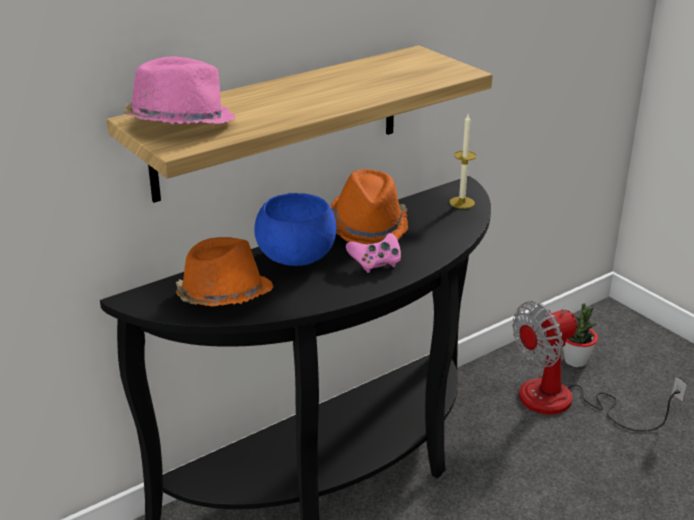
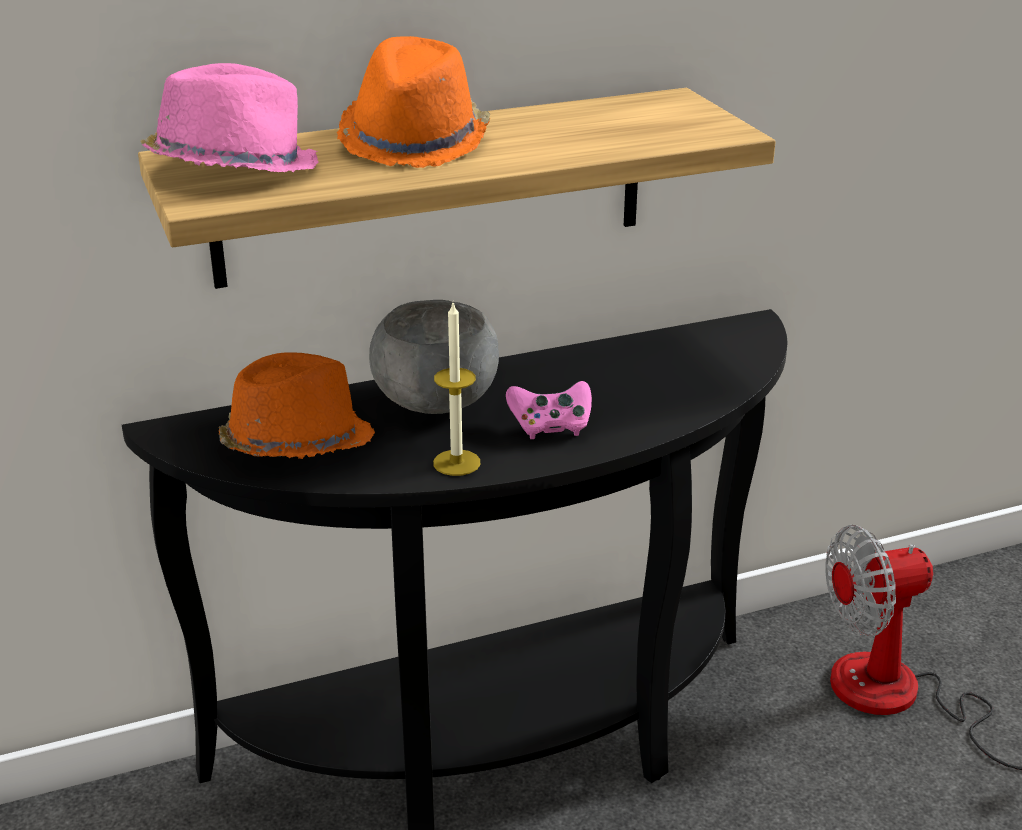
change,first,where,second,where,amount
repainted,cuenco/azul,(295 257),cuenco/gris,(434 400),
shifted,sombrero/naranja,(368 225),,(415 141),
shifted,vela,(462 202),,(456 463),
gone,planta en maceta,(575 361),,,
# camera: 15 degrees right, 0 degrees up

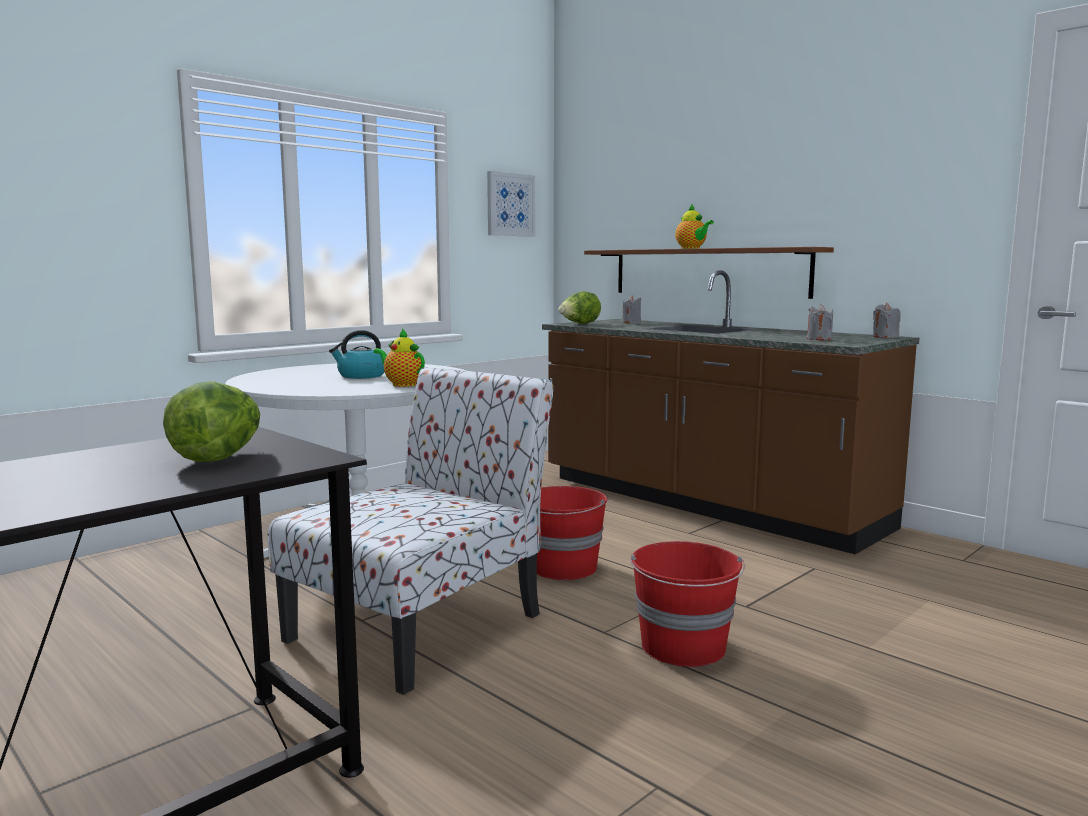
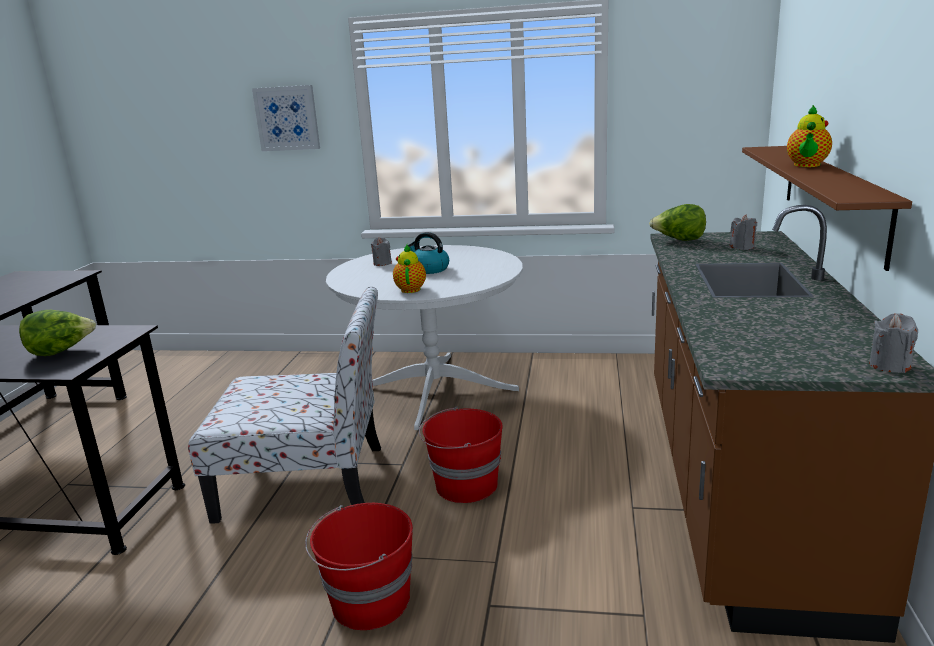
change,first,where,second,where,amount
shifted,cuadro,(510 205),,(287 118),
shifted,vela/gris,(819 339),,(382 263),
# camera: 55 degrees right, 10 degrees up

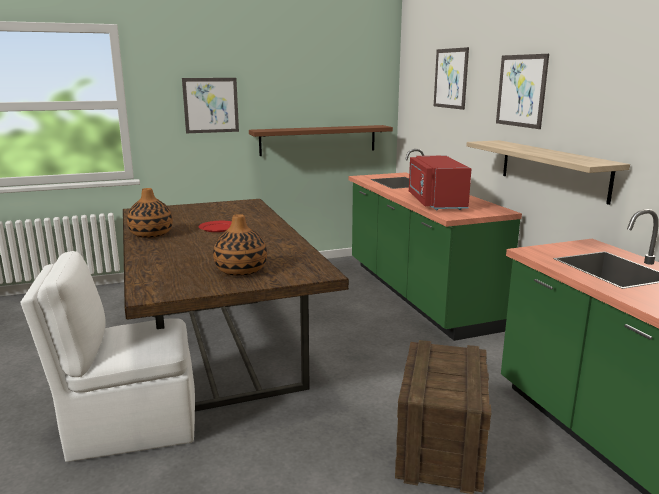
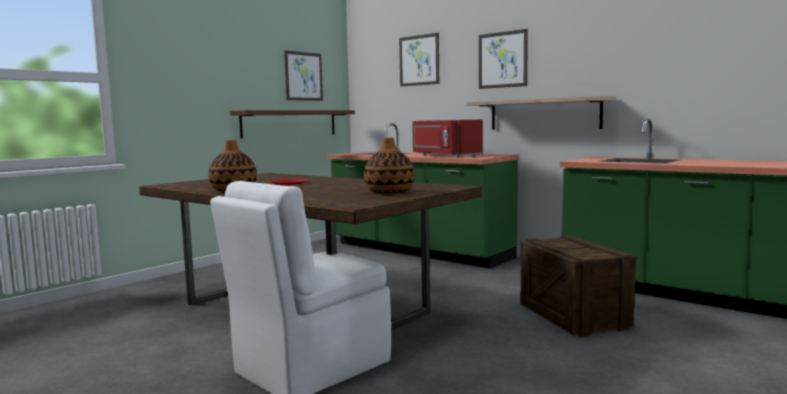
change,first,where,second,where,amount
shifted,cuadro,(211 105),,(303 76),
# camera: 30 degrees left, 10 degrees down

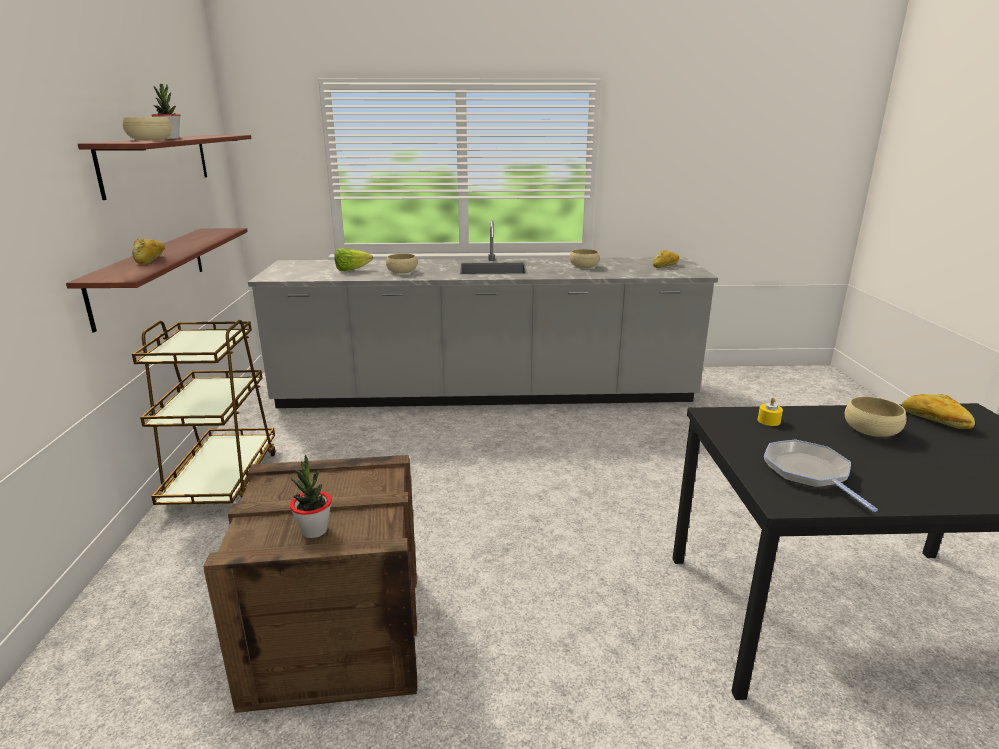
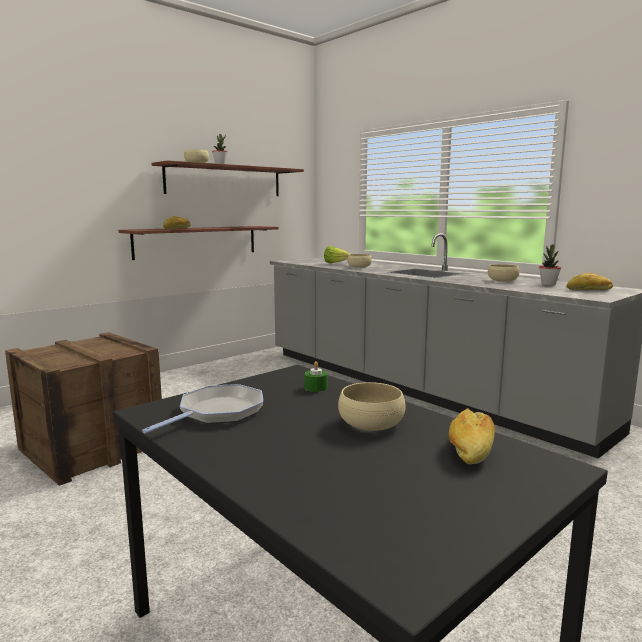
change,first,where,second,where,amount
gone,carrito/marrón,(223 479),,,
shifted,planta en maceta,(314 530),,(548 284),
repainted,vela/amarillo,(769 421),vela/verde,(316 387),
# camera: 50 degrees right, 10 degrees down

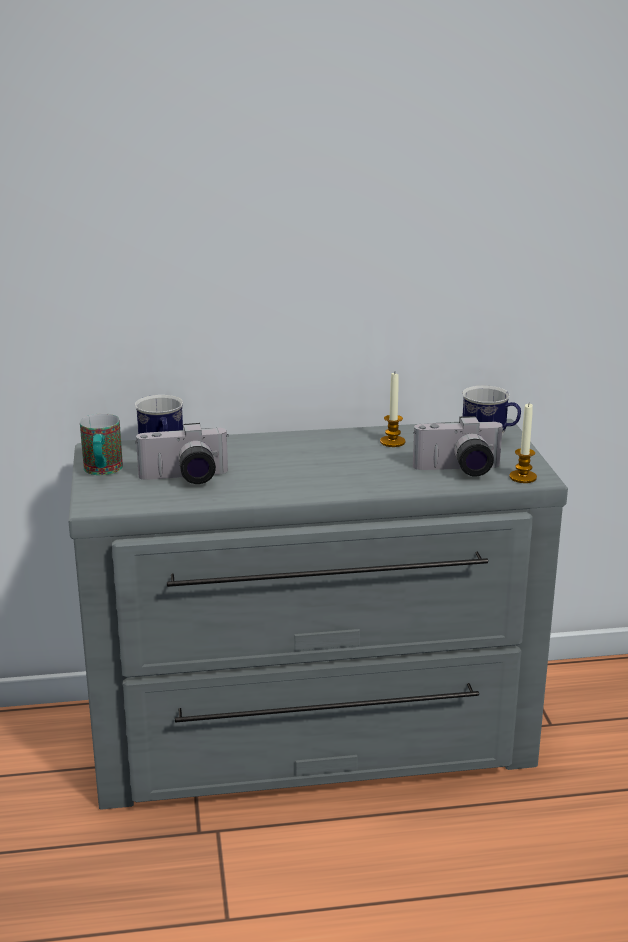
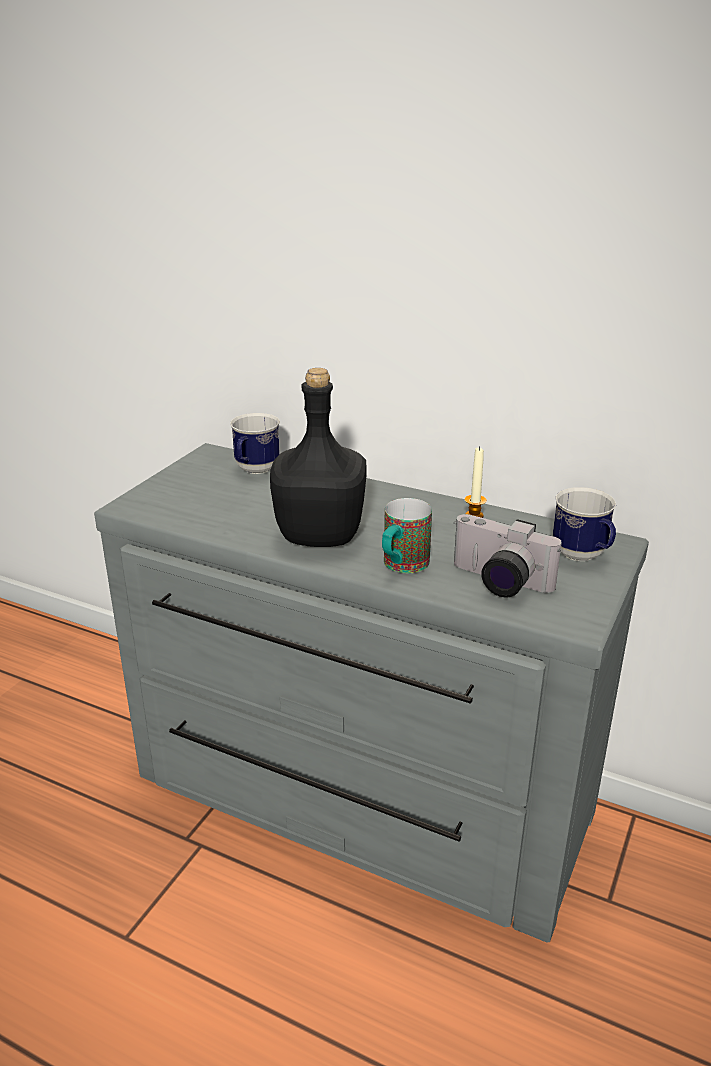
change,first,where,second,where,amount
shifted,taza grande,(102 471),,(401 566),
gone,cámara,(184 479),,,
gone,vela,(523 477),,,
new,,,botella/negro,(320 536),
# camera: 35 degrees right, 5 degrees up

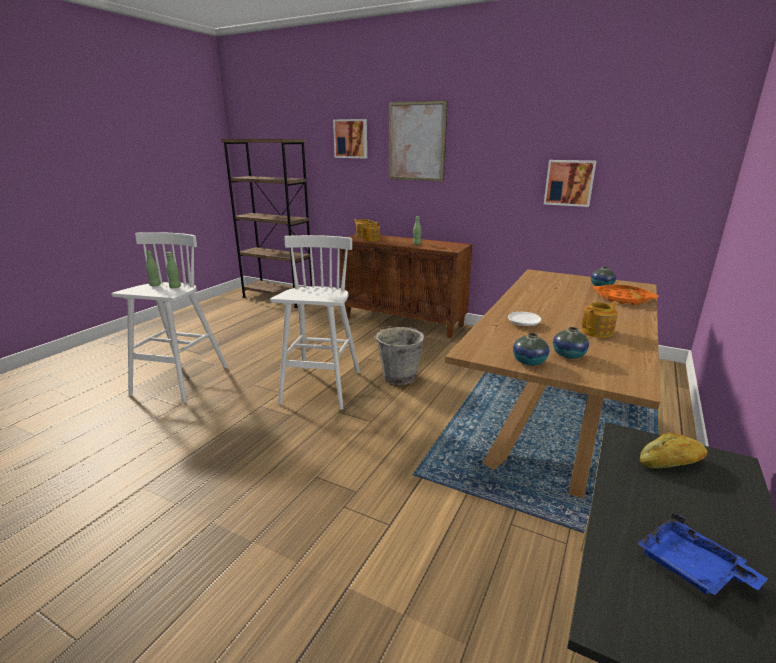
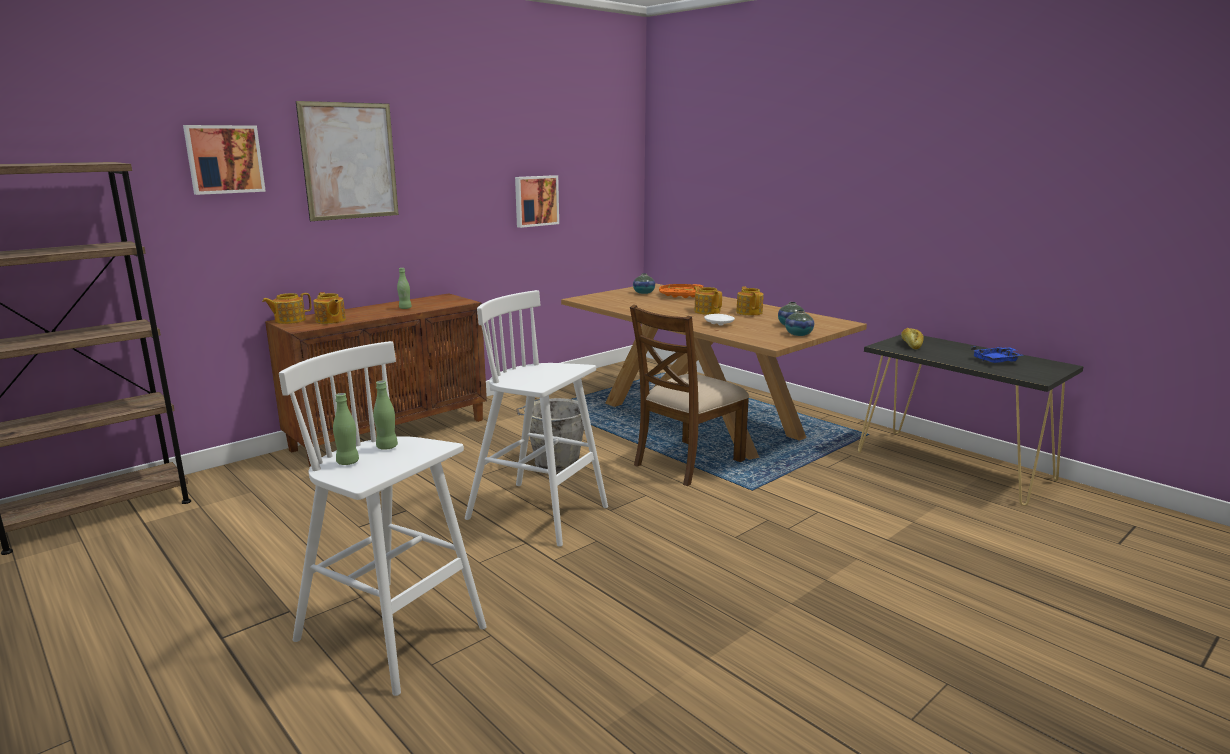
change,first,where,second,where,amount
new,,,silla/marrón,(687 462),
new,,,tetera,(707 311),
# camera: 70 degrees left, 5 degrees down

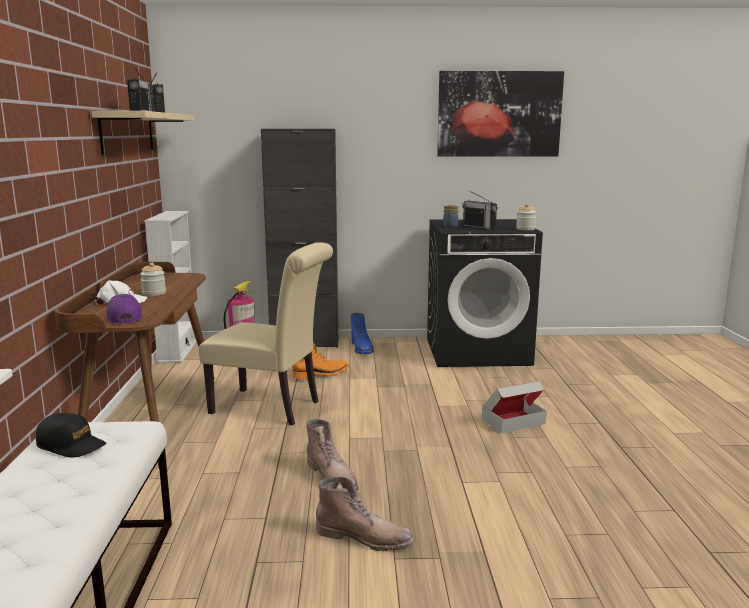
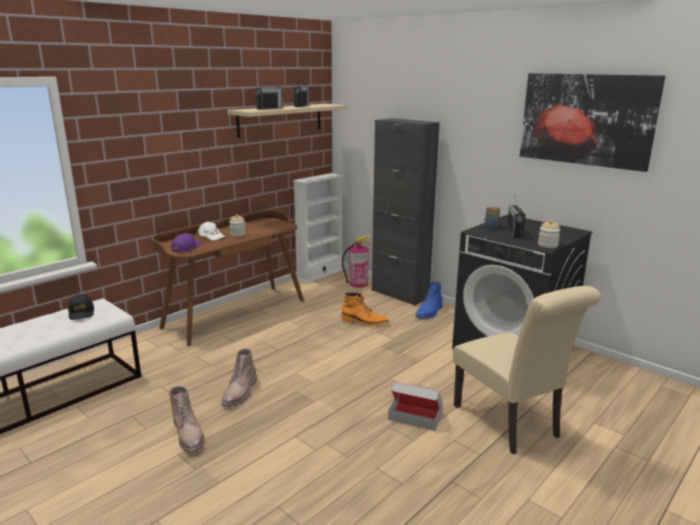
change,first,where,second,where,amount
shifted,silla/beis,(271 407),,(510 424),
# camera: 45 degrees right, 5 degrees up

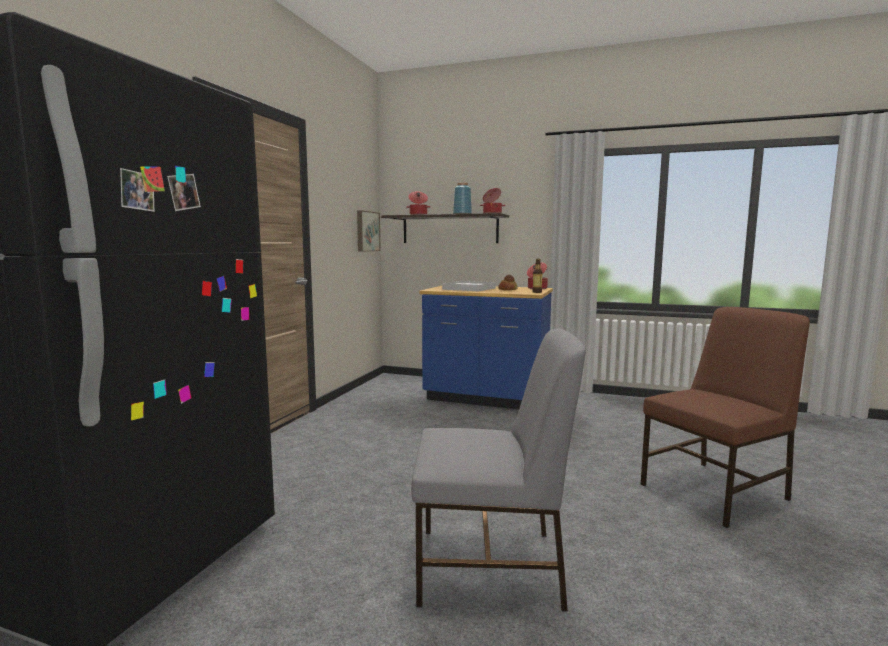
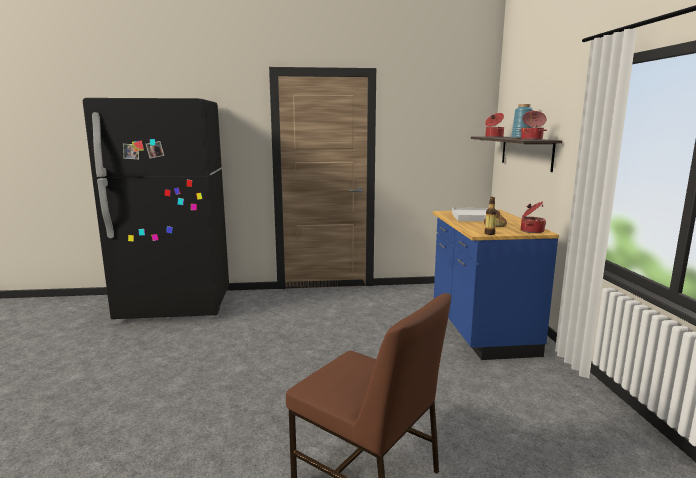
change,first,where,second,where,amount
gone,cuadro,(367 231),,,
gone,silla/gris,(492 567),,,
# camera: 65 degrees right, 5 degrees up

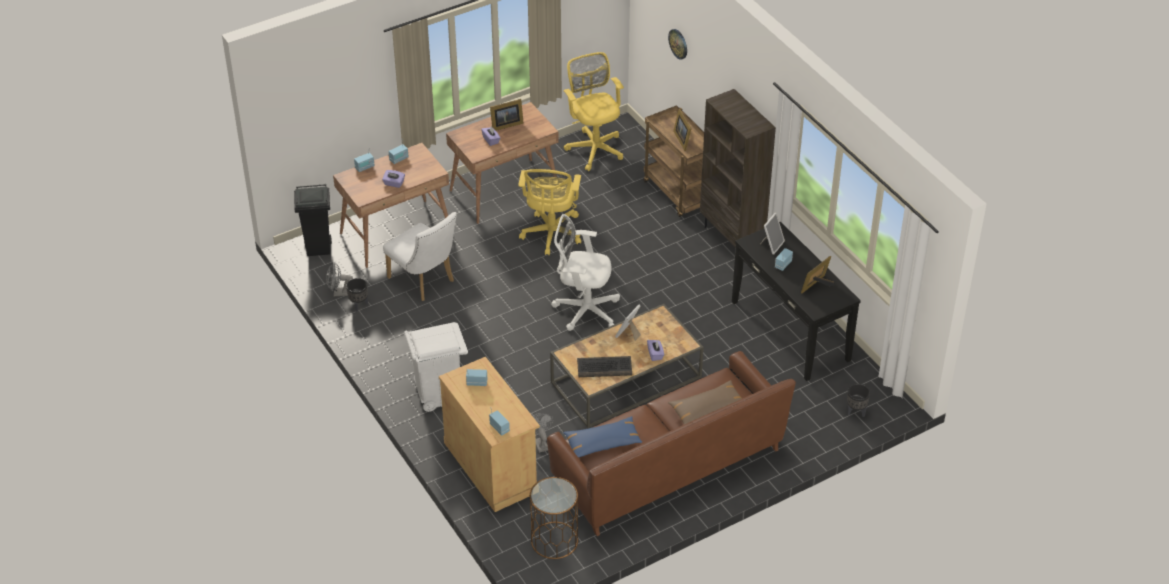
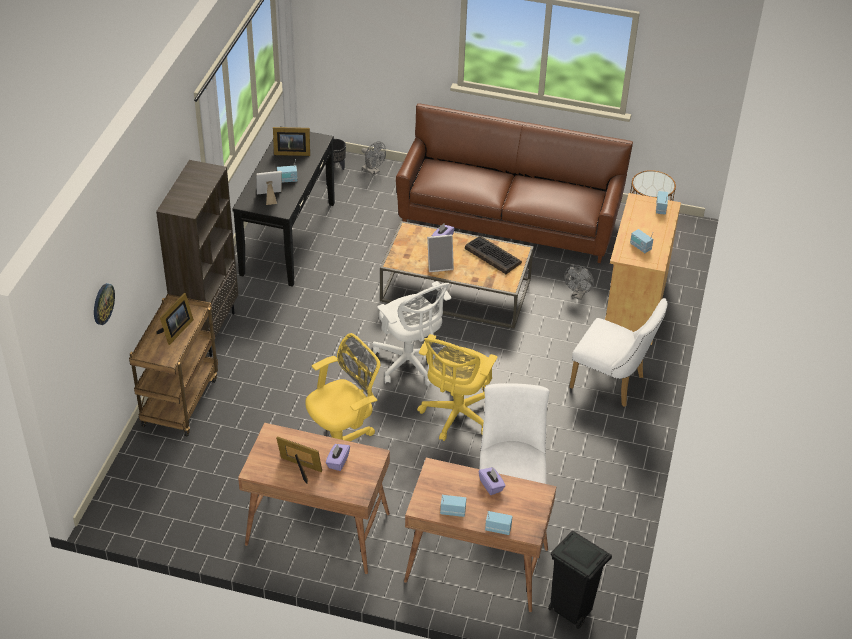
change,first,where,second,where,amount
shifted,ventilador/gris,(339 293),,(373 171),
gone,maceta/negro,(358 305),,,
swapped,papelera/blanco,(439 393),silla/blanco,(612 384),
shifted,silla de oficina/amarillo,(594 148),,(456 416),
gone,cojín/azul,(603 443),,,
gone,cojín/marrón,(707 409),,,
# camera: 135 degrees left, 0 degrees up

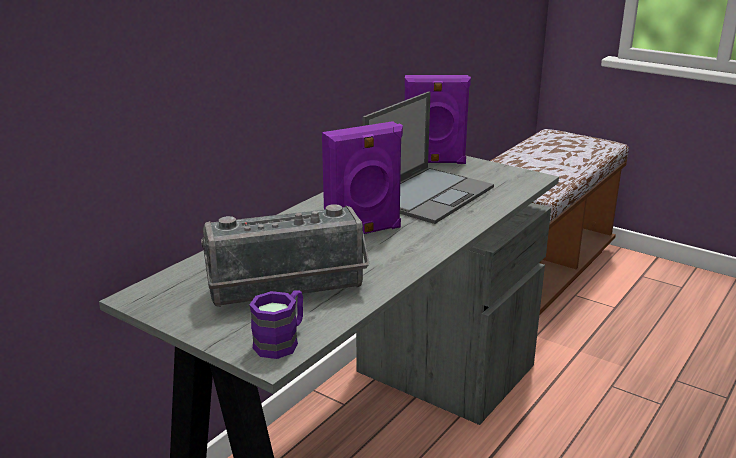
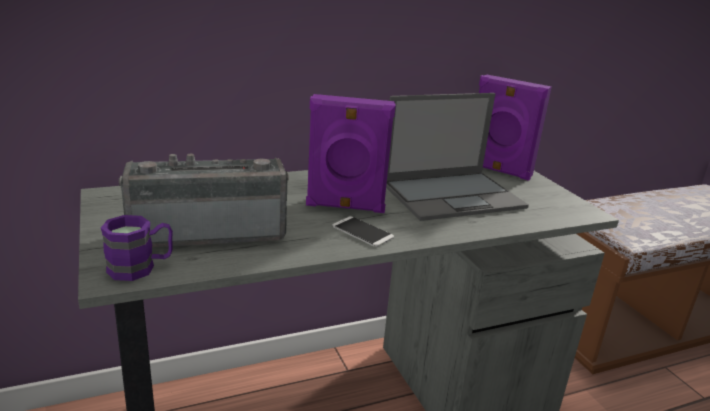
change,first,where,second,where,amount
rotated,radio,(287 292),,(209 231),150 degrees clockwise
new,,,móvil,(362 232),
# camera: 30 degrees right, 0 degrees up

